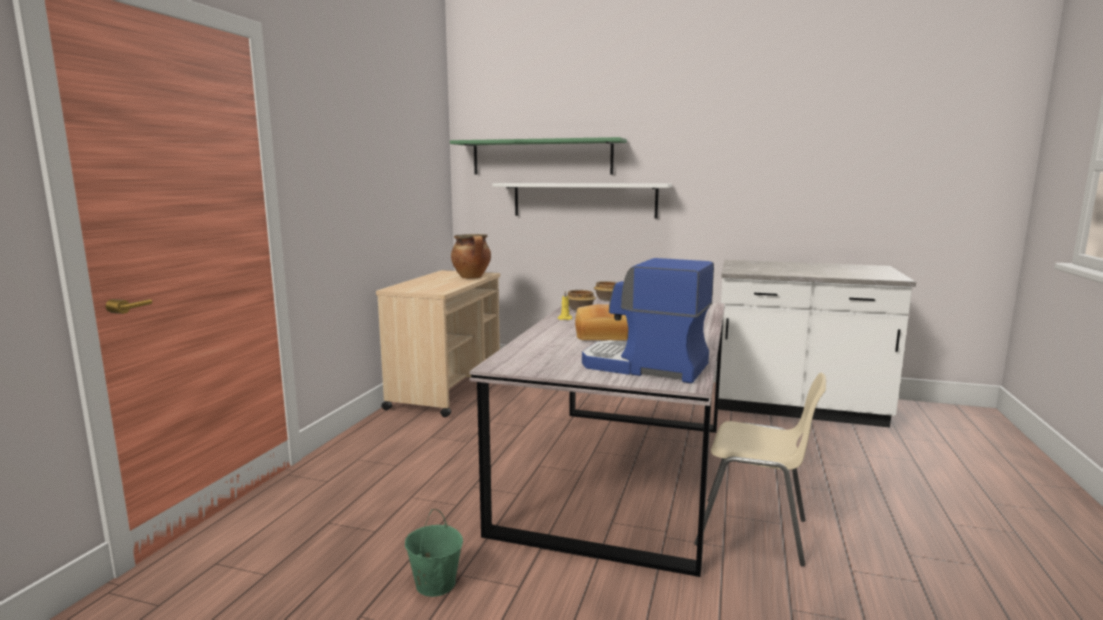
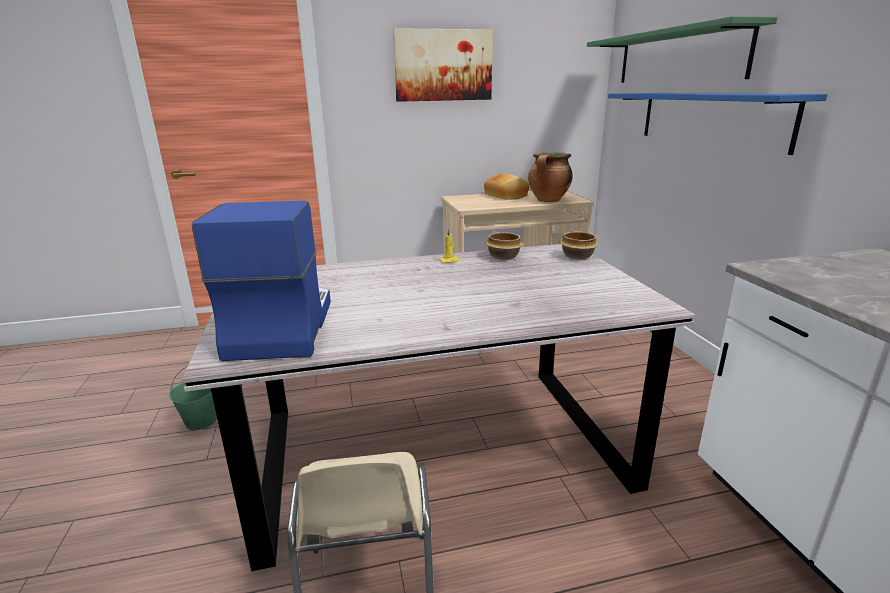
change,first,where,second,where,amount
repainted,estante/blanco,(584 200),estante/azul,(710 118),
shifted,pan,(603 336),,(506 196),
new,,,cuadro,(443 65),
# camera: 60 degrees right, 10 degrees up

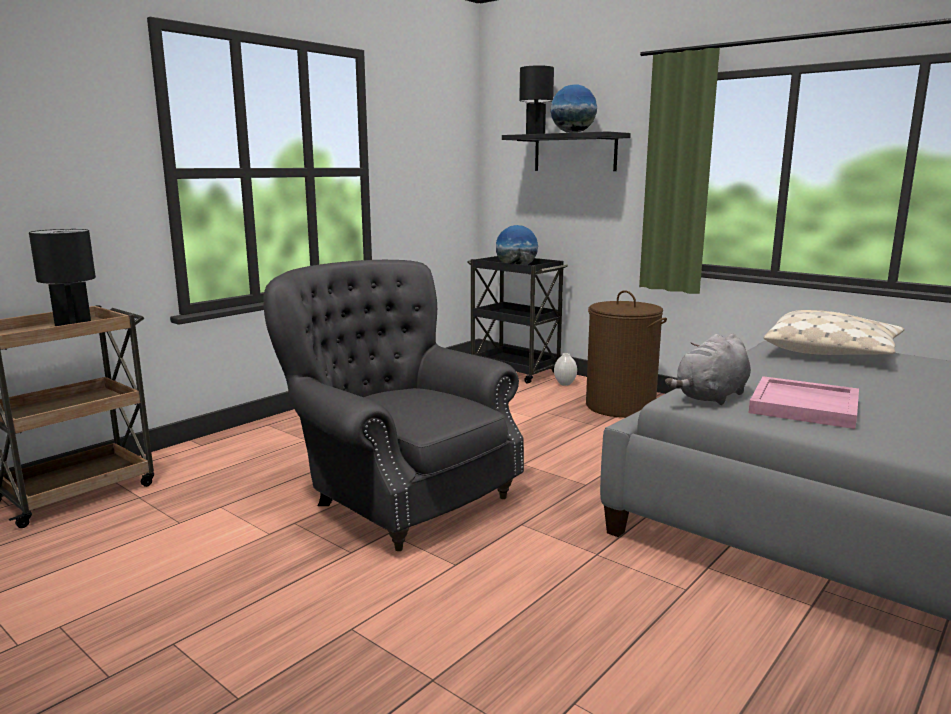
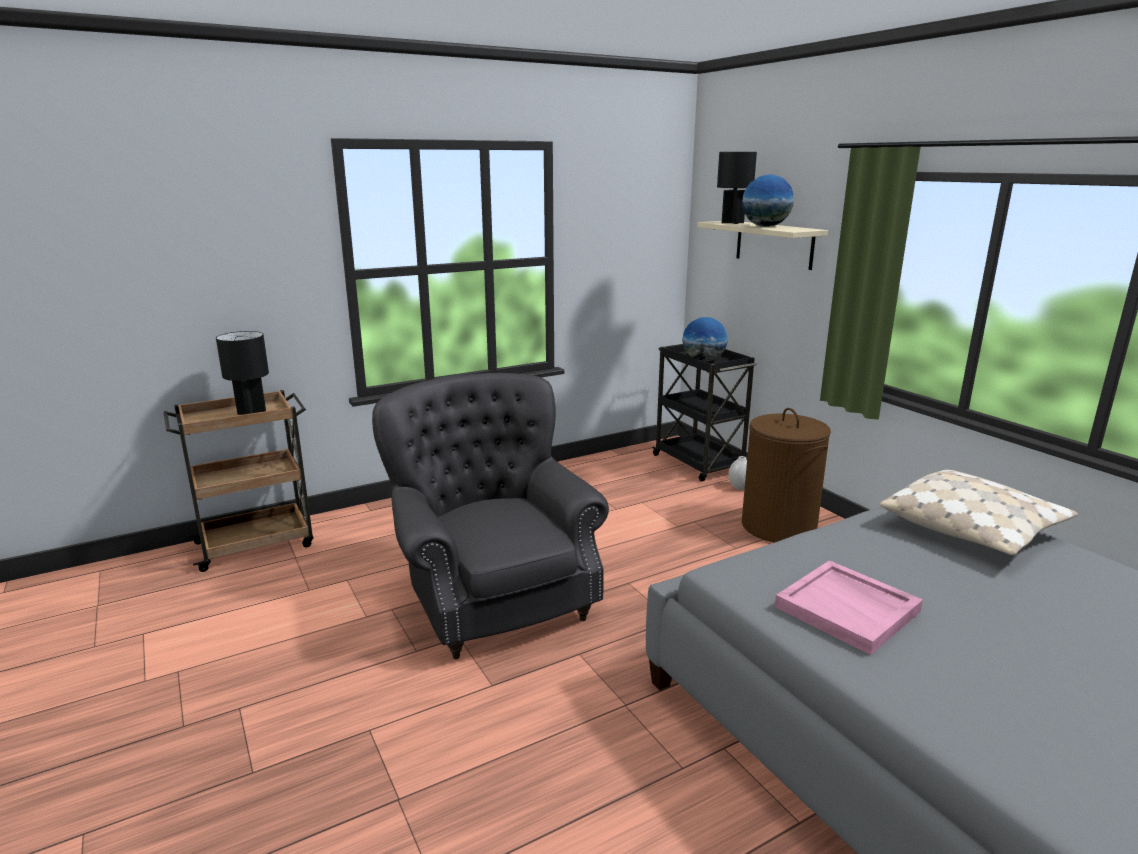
change,first,where,second,where,amount
repainted,estante/negro,(575 153),estante/beis,(774 244),
gone,peluche/gris,(711 397),,,
# camera: 20 degrees right, 5 degrees up

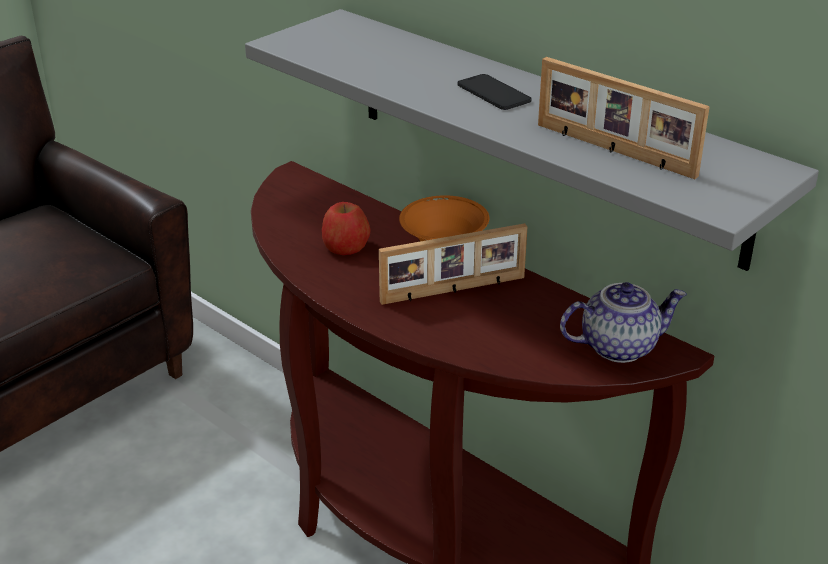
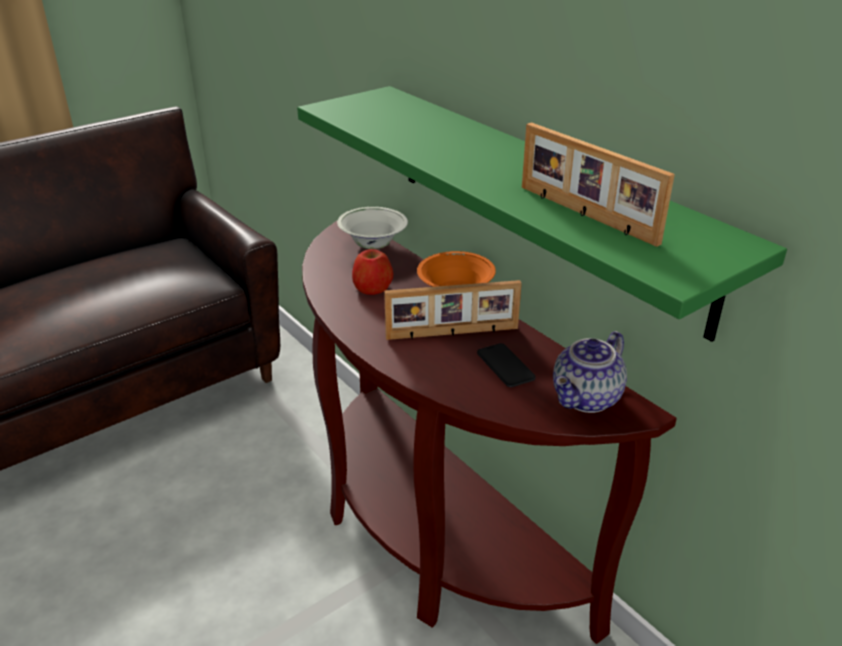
change,first,where,second,where,amount
repainted,estante/gris,(541 132),estante/verde,(540 199),
shifted,móvil,(493 93),,(505 365),
rotated,tetera,(618 346),,(587 399),135 degrees clockwise
new,,,cuenco/blanco,(373 245),
# camera: 10 degrees right, 0 degrees up

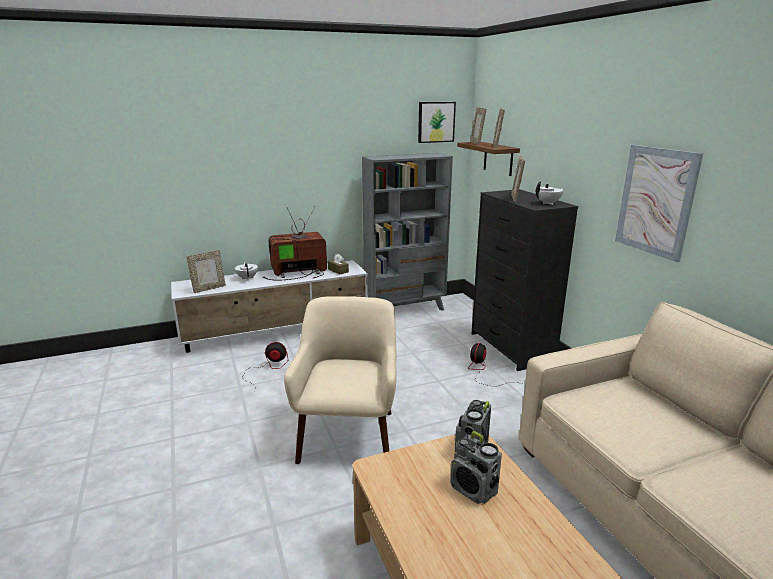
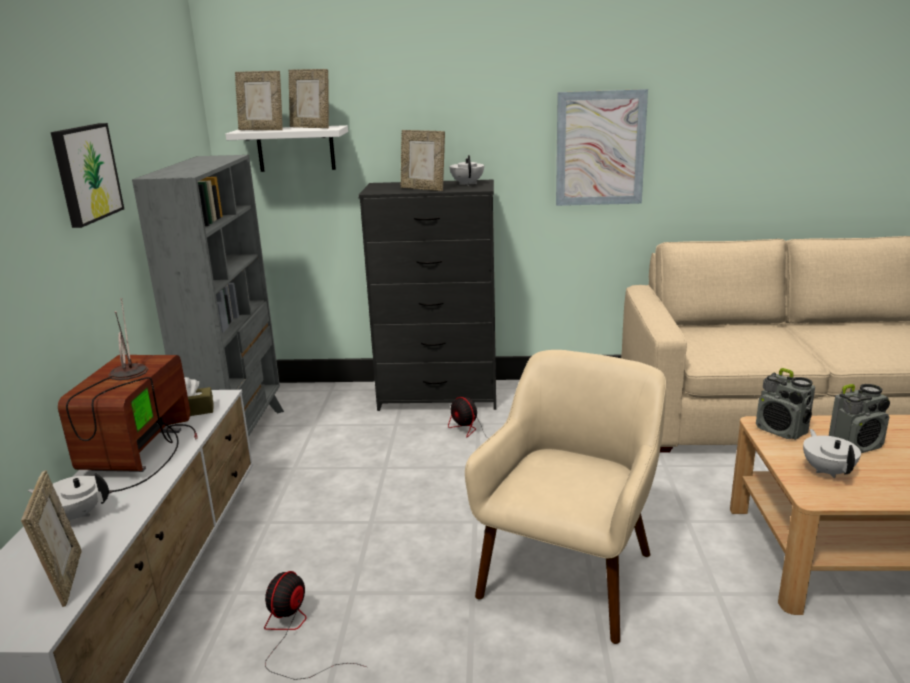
change,first,where,second,where,amount
rotated,sillón/beis,(349 435),,(569 574),90 degrees clockwise
shifted,cuadro,(435 122),,(85 173),
repainted,estante/marrón,(498 158),estante/blanco,(296 149),
new,,,tetera/blanco,(827 471),
# camera: 65 degrees left, 0 degrees up

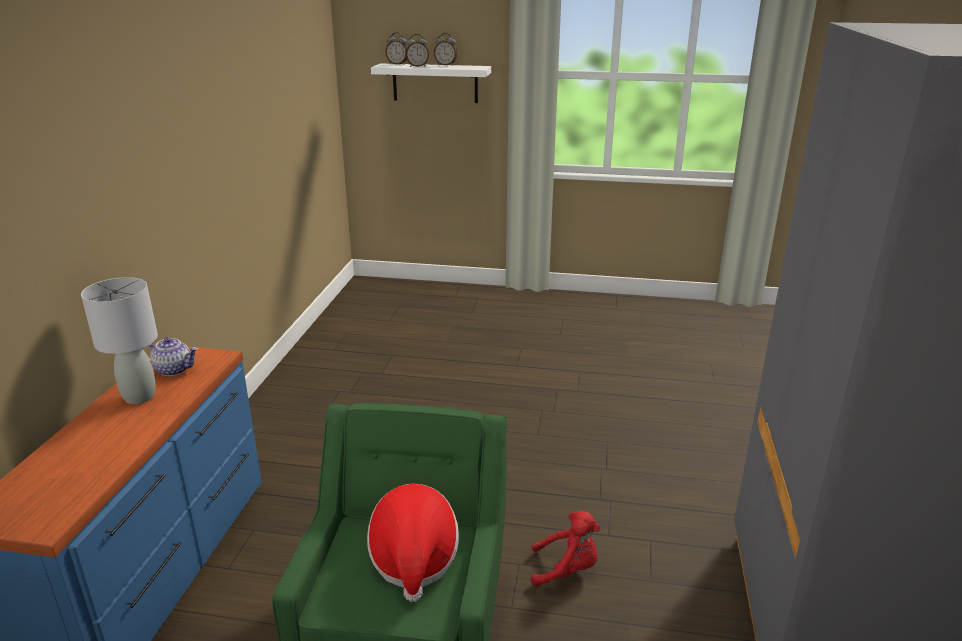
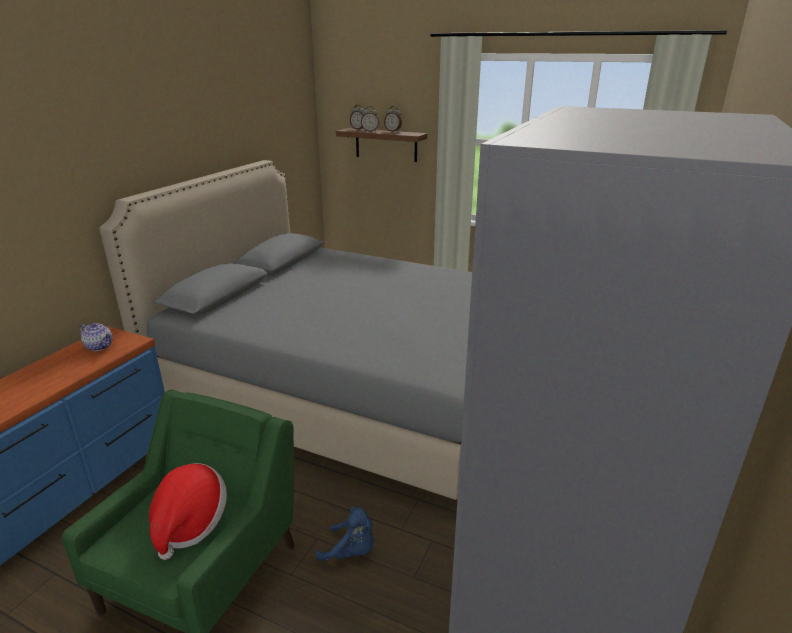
change,first,where,second,where,amount
gone,lámpara de mesa/gris,(140 396),,,
repainted,estante/blanco,(435 83),estante/marrón,(386 145),
repainted,peluche/rojo,(566 570),peluche/azul,(351 552),
new,,,cama/gris,(354 390),
# camera: 15 degrees right, 0 degrees up

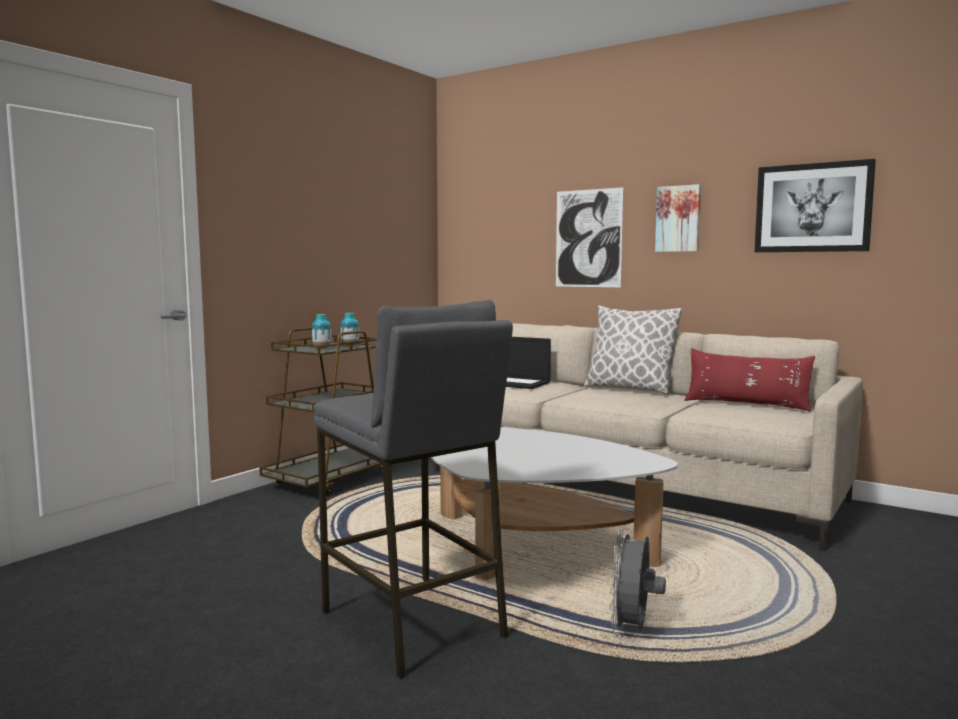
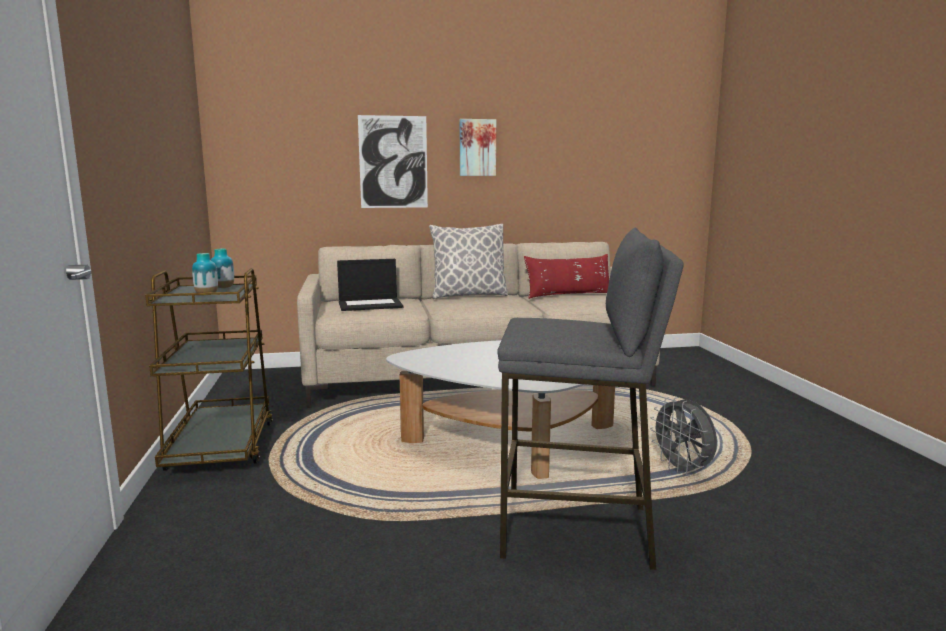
change,first,where,second,where,amount
gone,cuadro,(812 208),,,
# camera: 45 degrees left, 5 degrees up

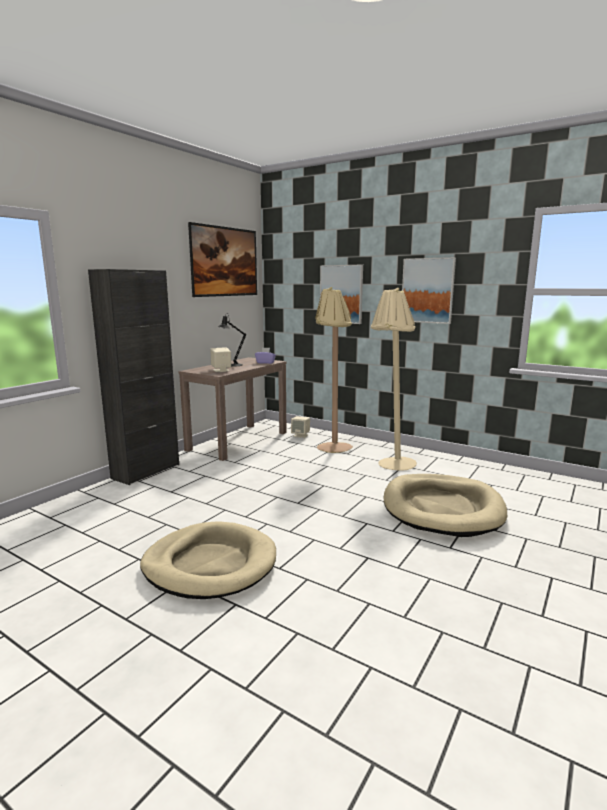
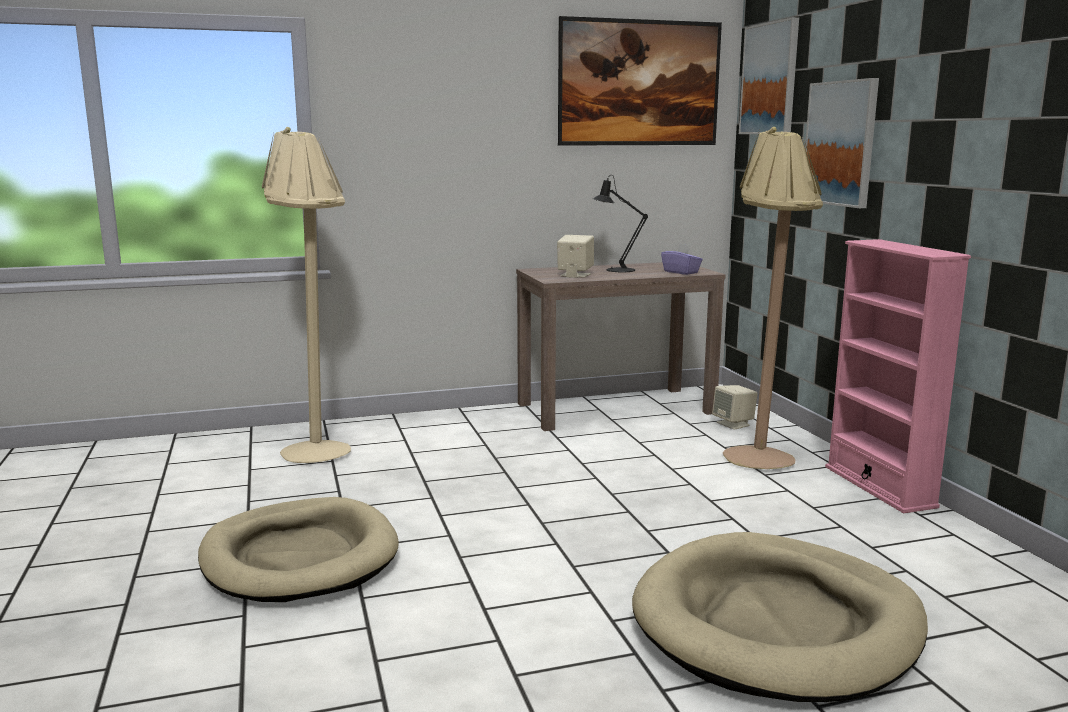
change,first,where,second,where,amount
gone,armario/negro,(146 471),,,
shifted,lámpara de pie/beis,(390 461),,(321 447),
shifted,cuadro,(427 290),,(770 79),
new,,,estantería/rosa,(879 486),
# camera: 40 degrees right, 0 degrees up

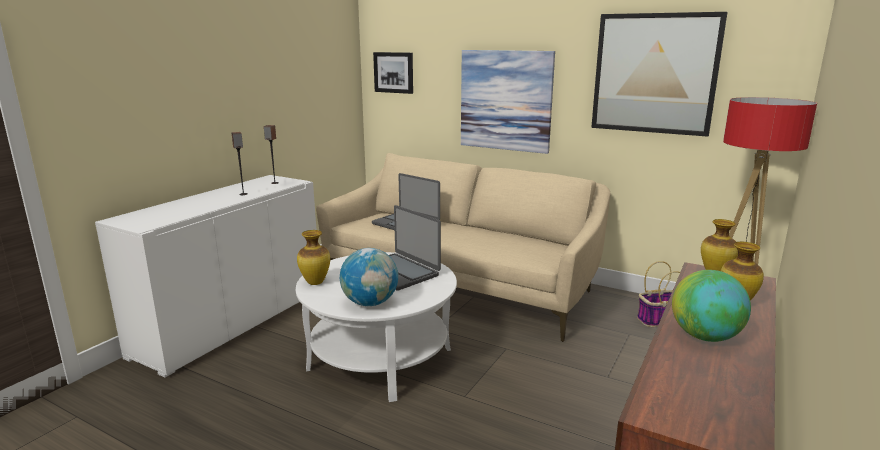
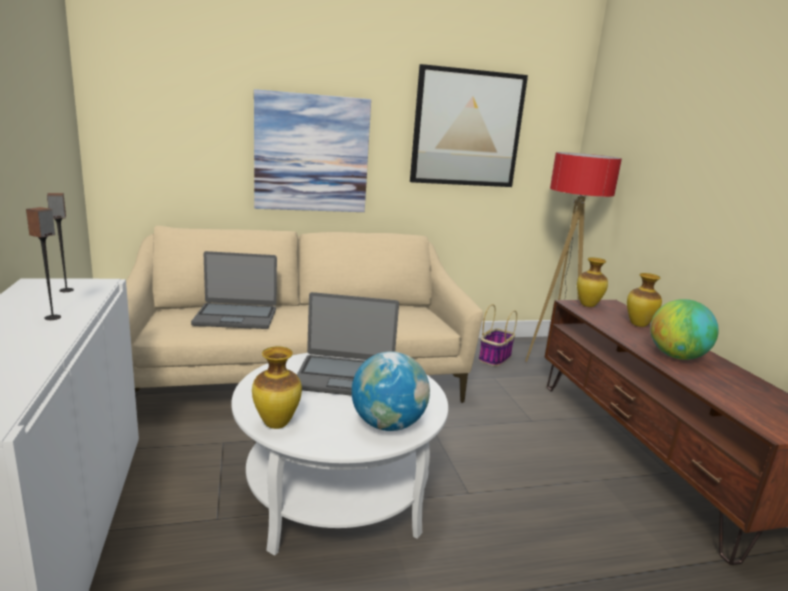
change,first,where,second,where,amount
gone,cuadro,(394 72),,,
# camera: 45 degrees left, 0 degrees up

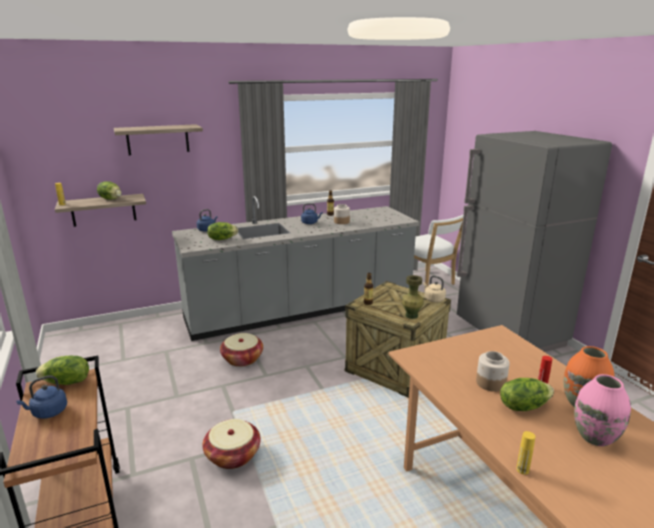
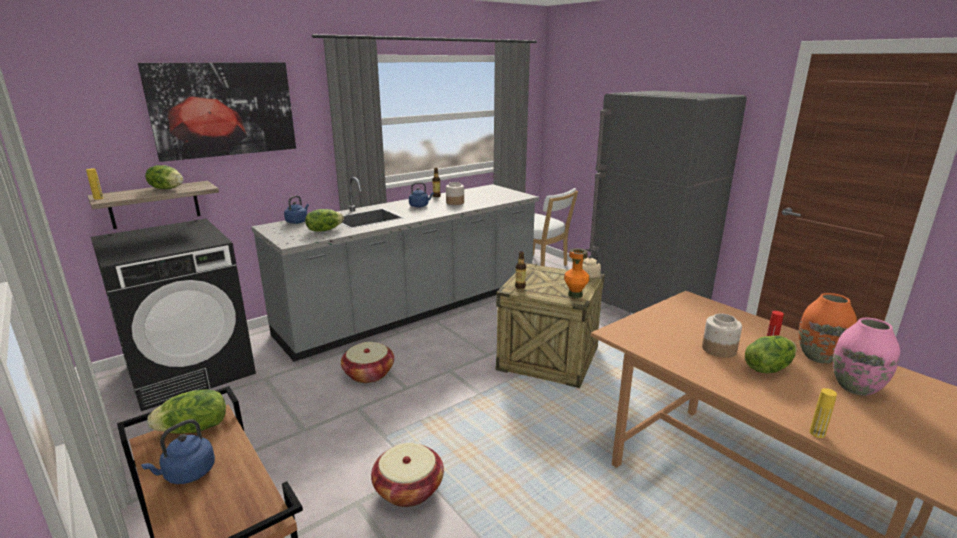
change,first,where,second,where,amount
swapped,estante,(158 139),cuadro,(224 109),
repainted,florero/verde,(411 315),florero/naranja,(575 294),
new,,,lavadora/negro,(191 370),
# camera: 15 degrees left, 0 degrees up

